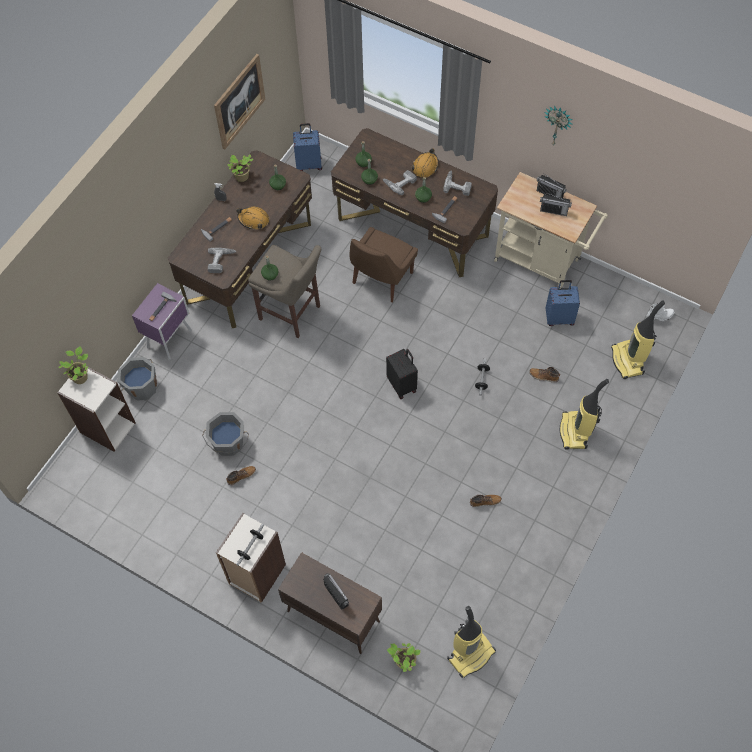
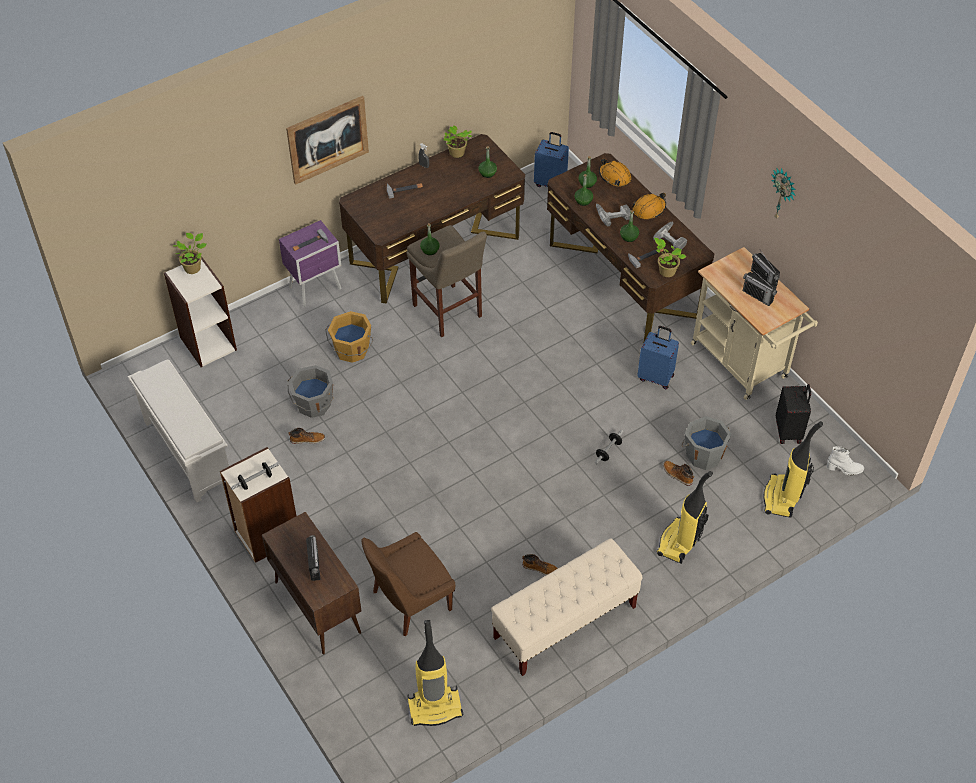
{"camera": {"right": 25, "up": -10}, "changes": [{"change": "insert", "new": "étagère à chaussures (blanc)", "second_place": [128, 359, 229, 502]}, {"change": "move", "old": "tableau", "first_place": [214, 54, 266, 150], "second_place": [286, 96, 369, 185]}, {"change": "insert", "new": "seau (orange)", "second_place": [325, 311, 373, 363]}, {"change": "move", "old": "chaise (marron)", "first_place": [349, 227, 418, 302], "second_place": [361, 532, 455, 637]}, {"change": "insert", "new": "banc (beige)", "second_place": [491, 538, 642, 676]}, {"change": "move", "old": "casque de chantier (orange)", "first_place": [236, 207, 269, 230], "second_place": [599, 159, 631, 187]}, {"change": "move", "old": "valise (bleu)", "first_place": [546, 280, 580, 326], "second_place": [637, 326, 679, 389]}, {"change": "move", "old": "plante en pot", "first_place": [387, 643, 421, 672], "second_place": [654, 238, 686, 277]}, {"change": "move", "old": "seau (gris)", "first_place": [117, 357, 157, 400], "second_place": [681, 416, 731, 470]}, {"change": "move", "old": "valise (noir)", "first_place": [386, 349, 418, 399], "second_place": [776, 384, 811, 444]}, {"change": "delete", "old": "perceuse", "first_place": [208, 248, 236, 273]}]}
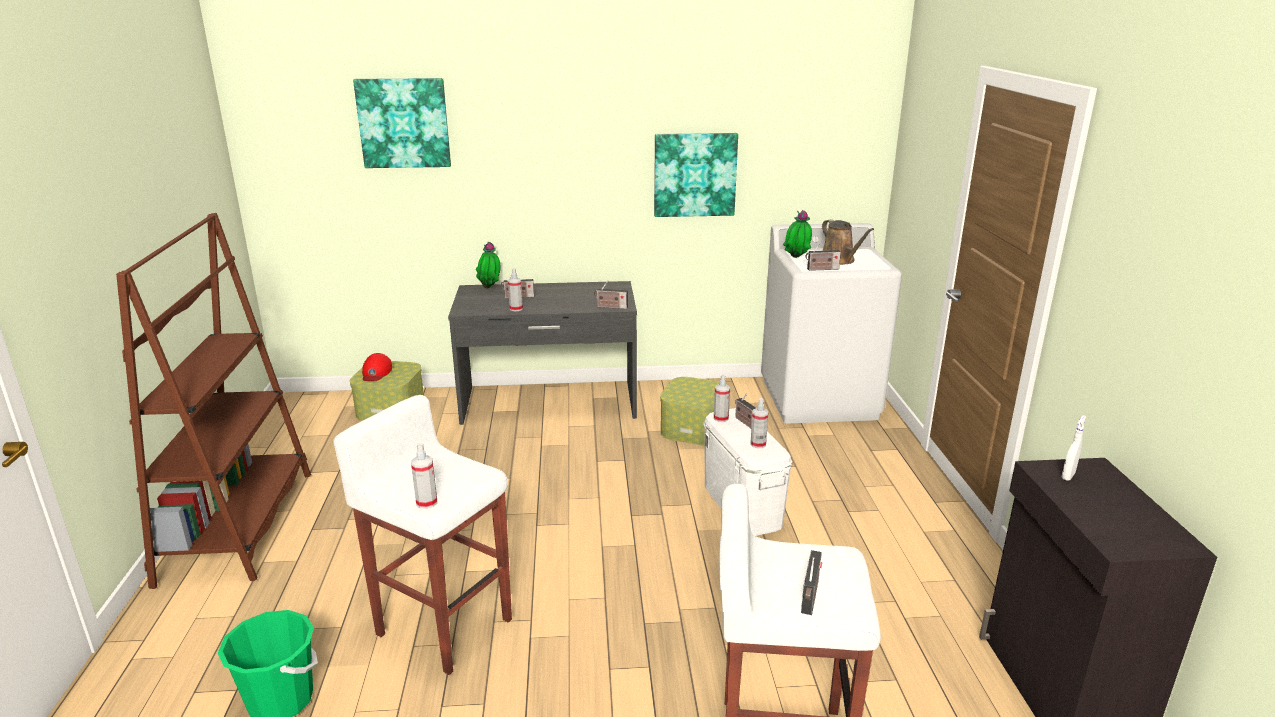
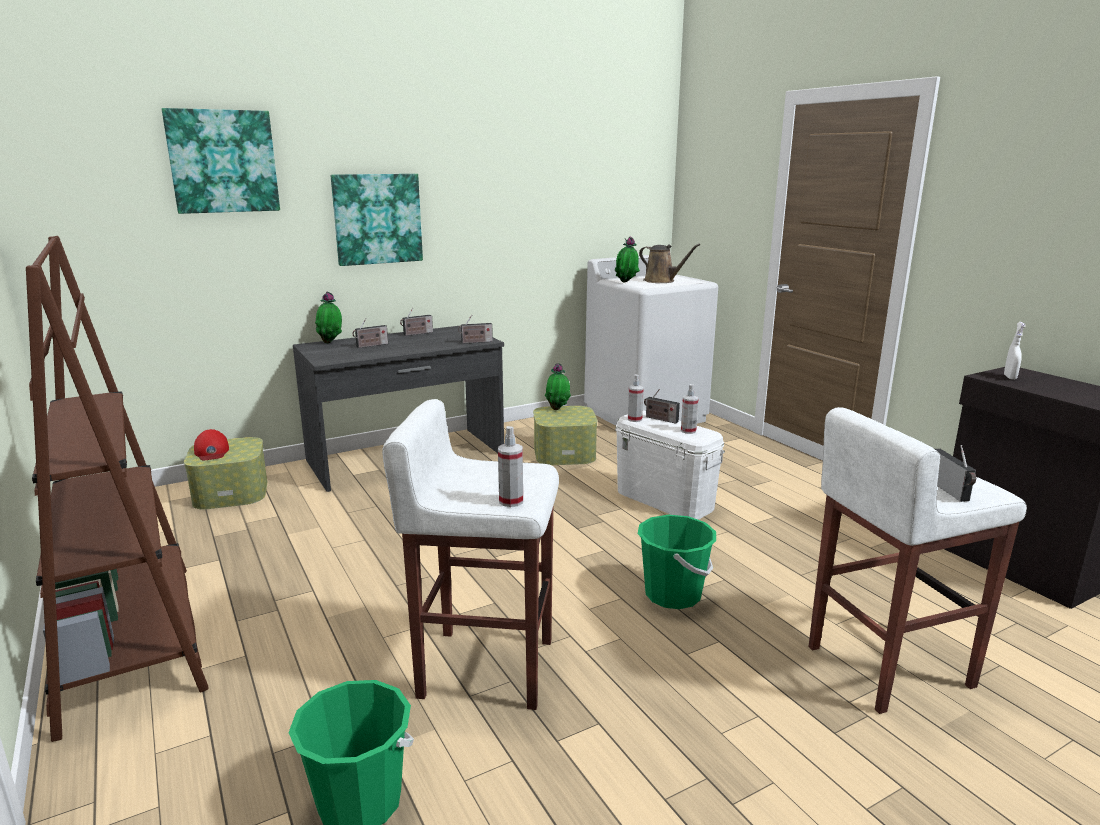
{"camera": {"right": -25, "up": -5}, "changes": [{"change": "move", "old": "tableau", "first_place": [654, 133, 738, 217], "second_place": [331, 174, 423, 266]}, {"change": "move", "old": "radio", "first_place": [806, 242, 841, 271], "second_place": [400, 308, 433, 336]}, {"change": "insert", "new": "plante en pot", "second_place": [545, 363, 571, 410]}, {"change": "insert", "new": "seau (vert)", "second_place": [638, 515, 716, 609]}, {"change": "delete", "old": "vaporisateur", "first_place": [508, 268, 523, 311]}]}
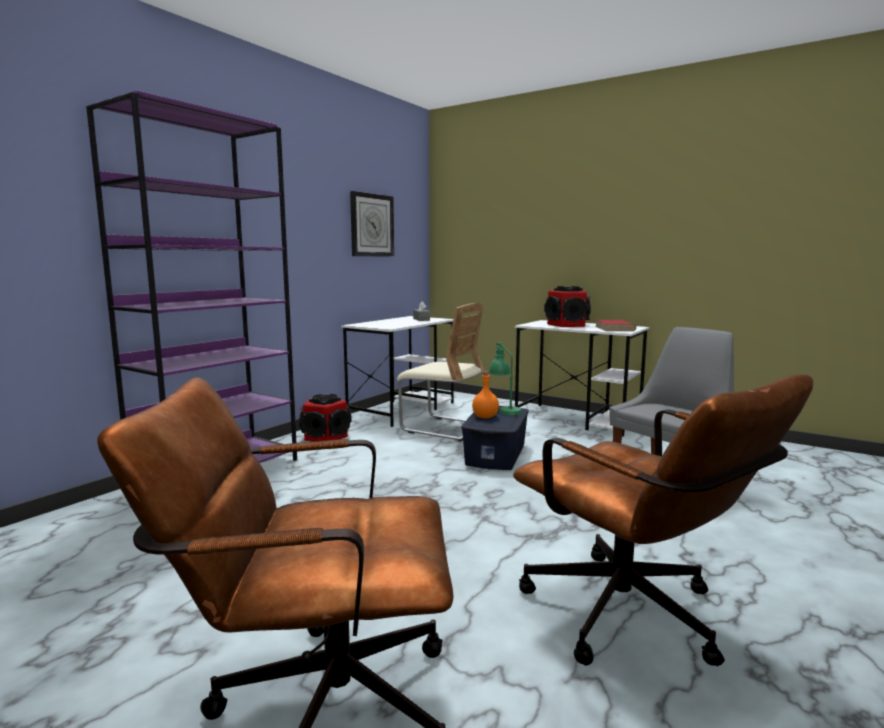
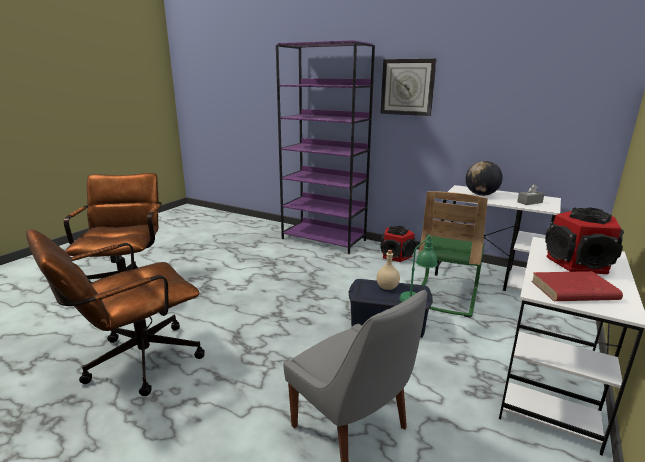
{"camera": {"right": 85, "up": 10}, "changes": [{"change": "recolor", "old": "bouteille (orange)", "new": "bouteille (beige)", "first_place": [472, 371, 499, 418], "second_place": [376, 250, 400, 290]}, {"change": "move", "old": "horloge murale", "first_place": [350, 191, 394, 256], "second_place": [380, 59, 437, 116]}, {"change": "recolor", "old": "chaise (beige)", "new": "chaise (vert)", "first_place": [397, 303, 484, 441], "second_place": [418, 191, 488, 318]}, {"change": "insert", "new": "globe", "second_place": [465, 161, 503, 196]}]}
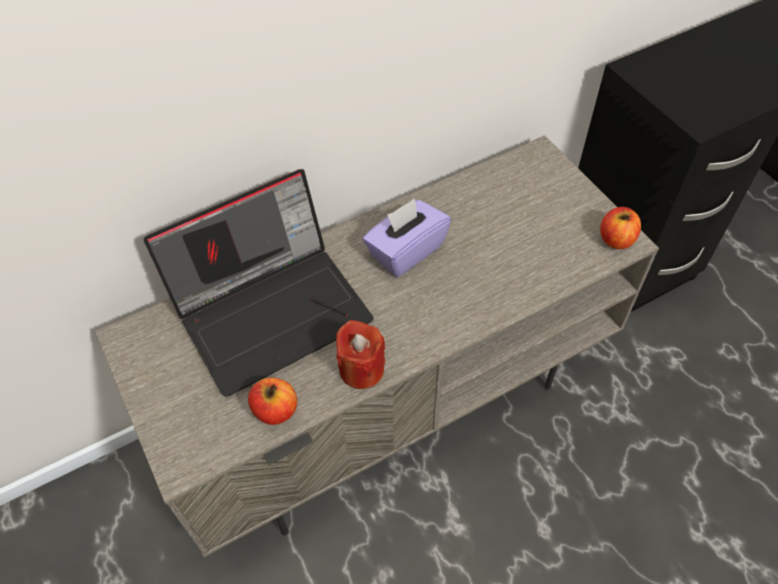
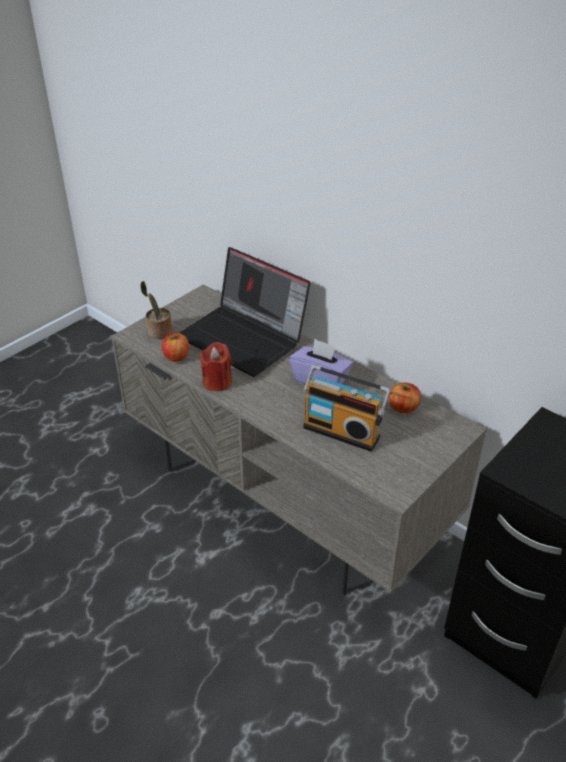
{"camera": {"right": 70, "up": -15}, "changes": [{"change": "insert", "new": "plante en pot", "second_place": [140, 281, 172, 339]}, {"change": "insert", "new": "radio", "second_place": [303, 365, 391, 452]}, {"change": "move", "old": "pomme", "first_place": [600, 207, 641, 249], "second_place": [389, 383, 421, 413]}]}
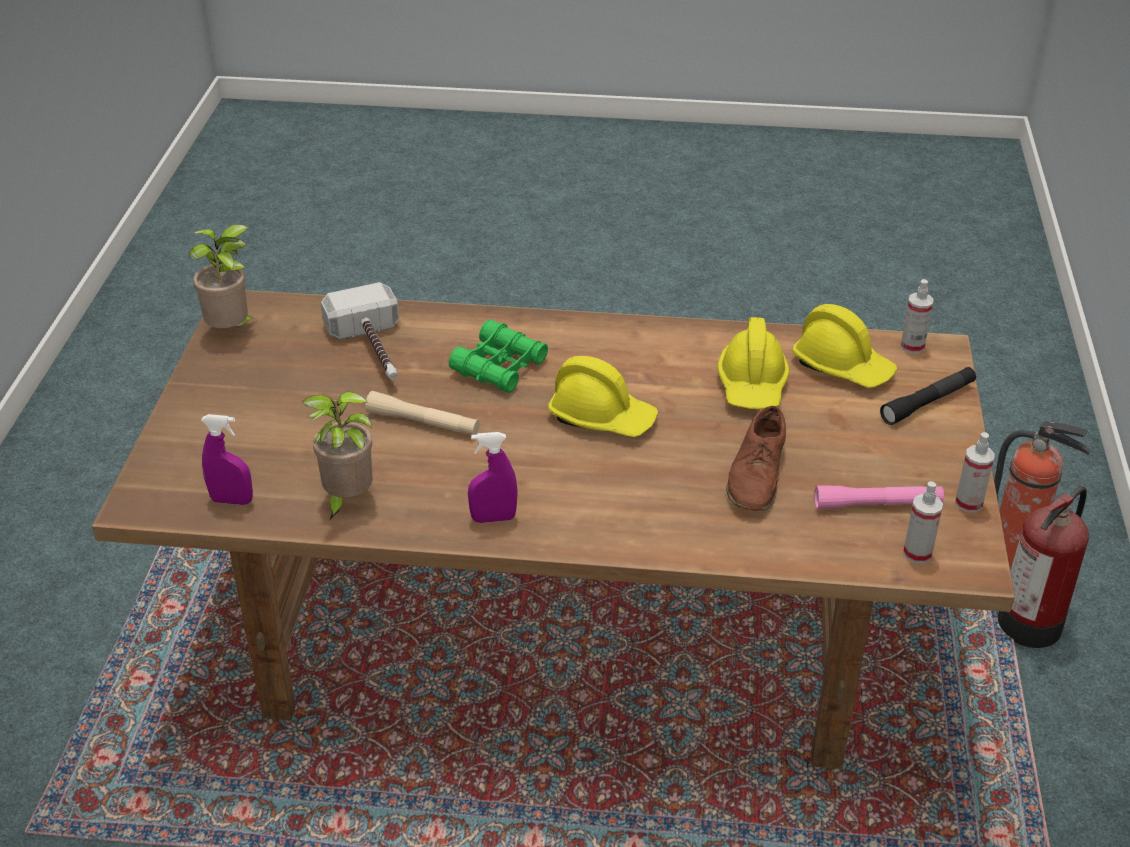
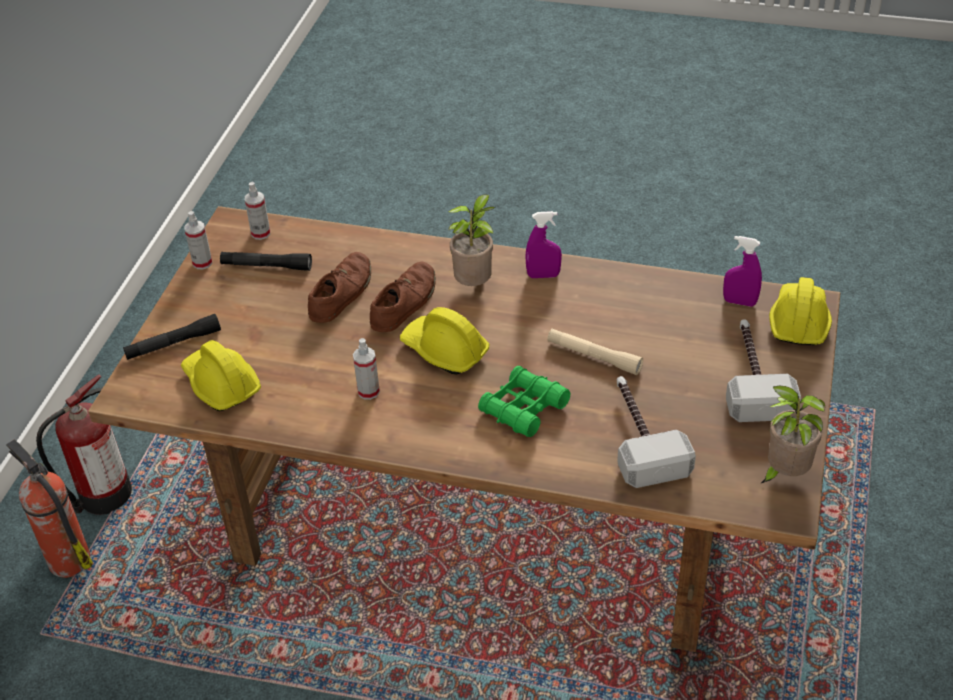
{"camera": {"right": -170, "up": 5}, "changes": [{"change": "recolor", "old": "lampe de poche (rose)", "new": "lampe de poche (noir)", "first_place": [815, 486, 944, 509], "second_place": [220, 252, 312, 271]}, {"change": "move", "old": "vaporisateur", "first_place": [901, 279, 934, 353], "second_place": [353, 338, 380, 400]}, {"change": "insert", "new": "chaussure (marron)", "second_place": [370, 262, 436, 332]}, {"change": "move", "old": "plante en pot", "first_place": [302, 392, 373, 521], "second_place": [448, 194, 495, 286]}, {"change": "insert", "new": "marteau", "second_place": [726, 319, 801, 422]}, {"change": "move", "old": "casque de chantier (jaune)", "first_place": [717, 317, 789, 409], "second_place": [769, 277, 832, 345]}]}
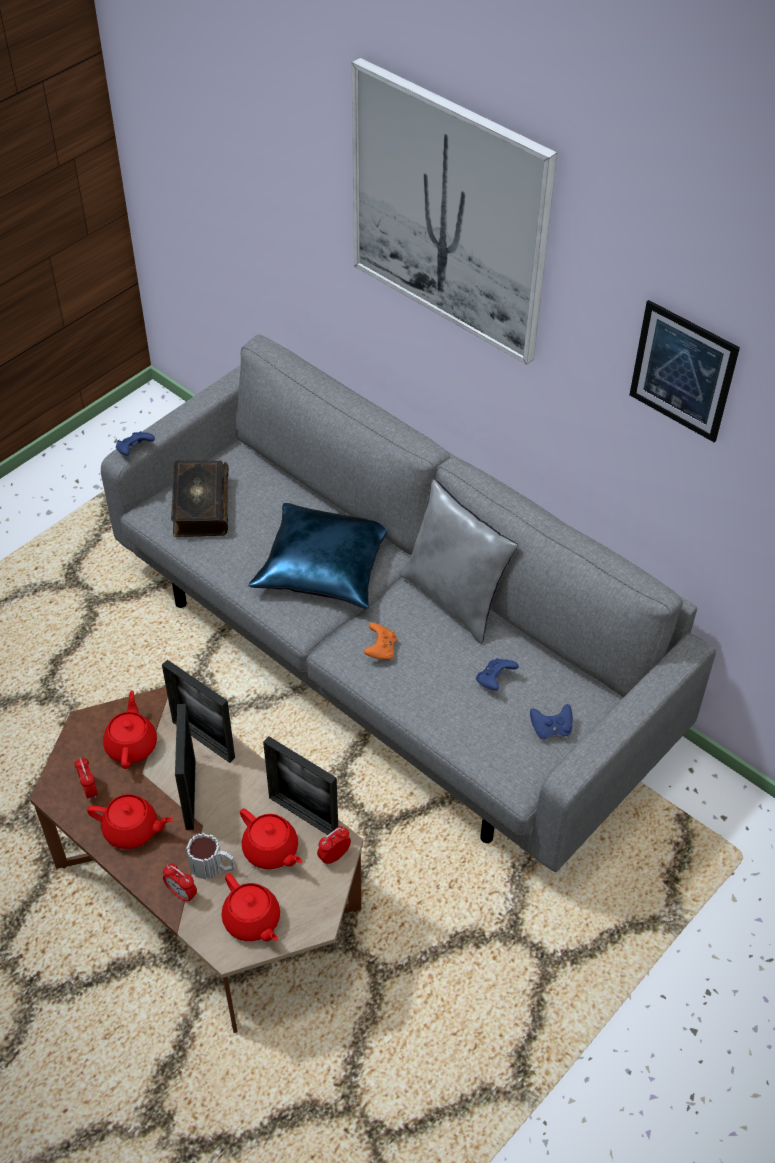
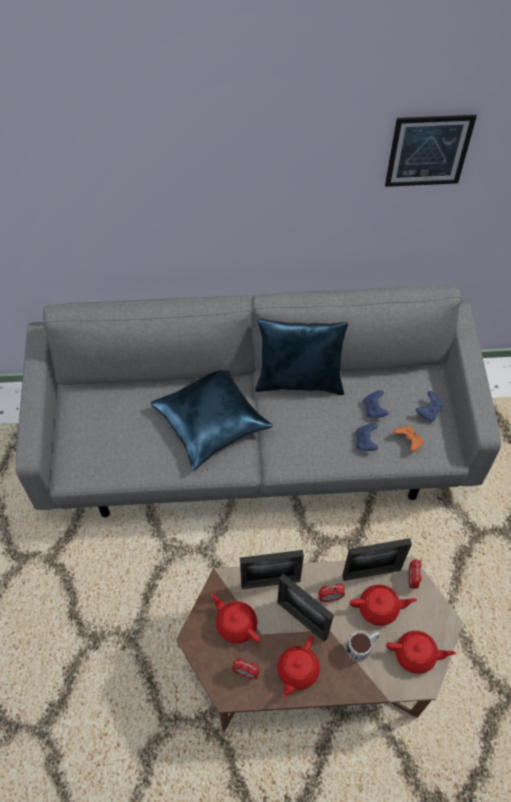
{"camera": {"right": -45, "up": 10}, "changes": [{"change": "recolor", "old": "coussin (gris)", "new": "coussin (bleu)", "first_place": [399, 479, 518, 644], "second_place": [255, 319, 348, 395]}, {"change": "rotate", "old": "théière (rouge)", "first_place": [87, 794, 173, 849], "second_place": [277, 636, 320, 698], "degrees": 150}, {"change": "move", "old": "réveil", "first_place": [163, 864, 197, 903], "second_place": [318, 583, 345, 602]}, {"change": "move", "old": "manette (bleu)", "first_place": [116, 431, 155, 456], "second_place": [356, 424, 378, 451]}, {"change": "move", "old": "manette (orange)", "first_place": [364, 622, 397, 660], "second_place": [393, 425, 424, 452]}, {"change": "delete", "old": "livre", "first_place": [171, 460, 229, 537]}, {"change": "delete", "old": "tableau", "first_place": [352, 58, 557, 365]}]}
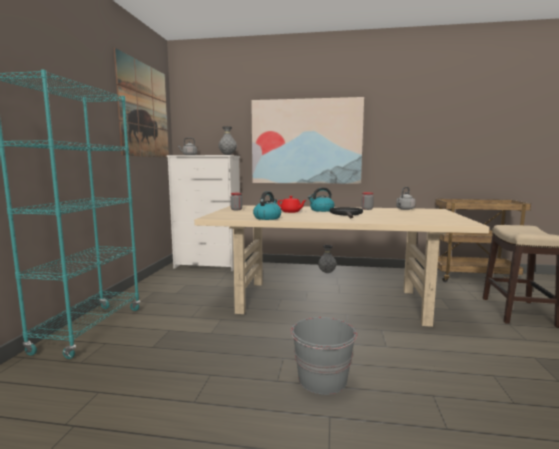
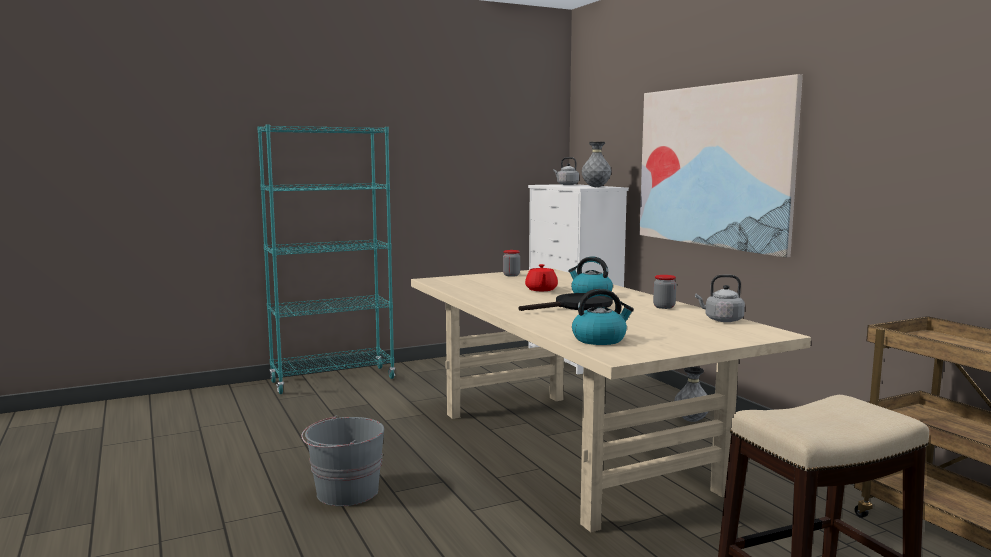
{"camera": {"right": 55, "up": 0}, "changes": [{"change": "move", "old": "bouilloire", "first_place": [253, 191, 282, 220], "second_place": [572, 289, 634, 345]}, {"change": "delete", "old": "tableau", "first_place": [114, 48, 169, 158]}]}
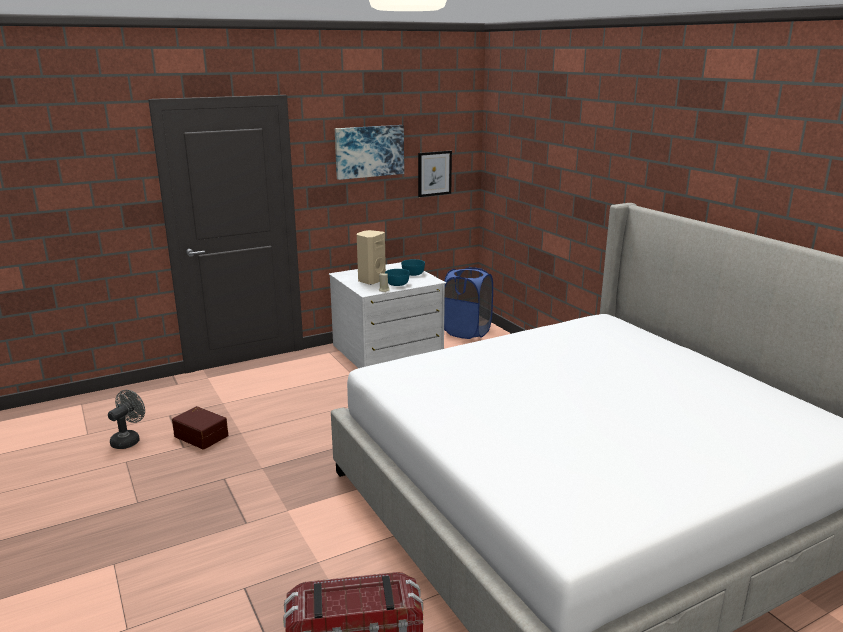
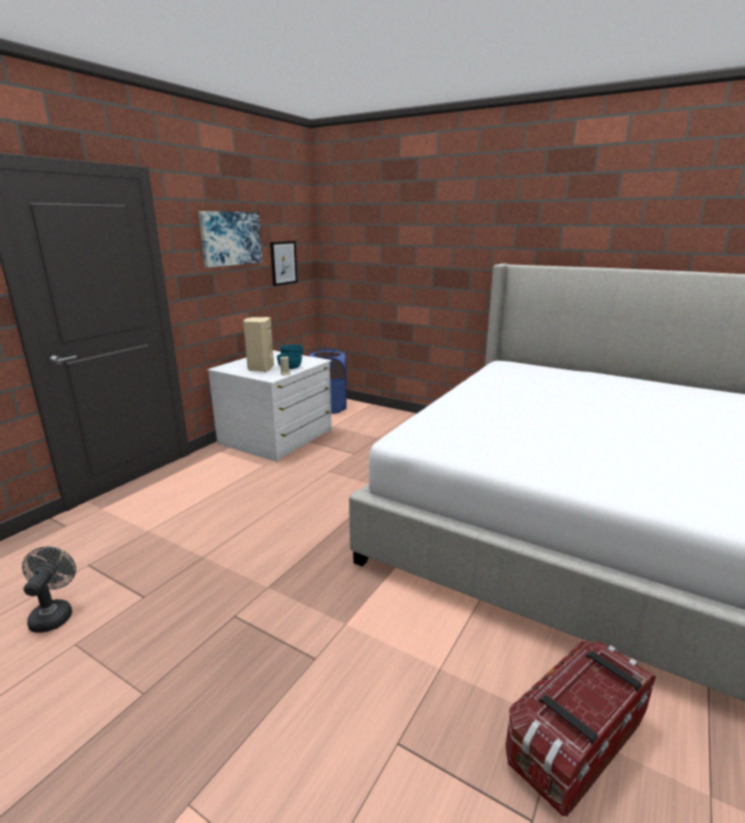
{"camera": {"right": -30, "up": 0}, "changes": [{"change": "delete", "old": "boîte de rangement (marron)", "first_place": [172, 406, 228, 450]}]}
